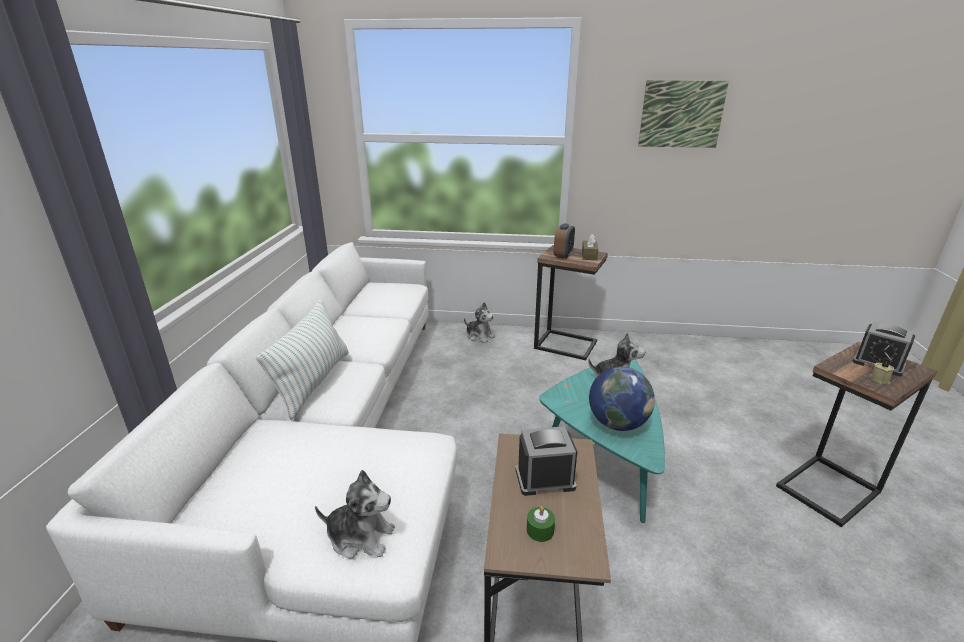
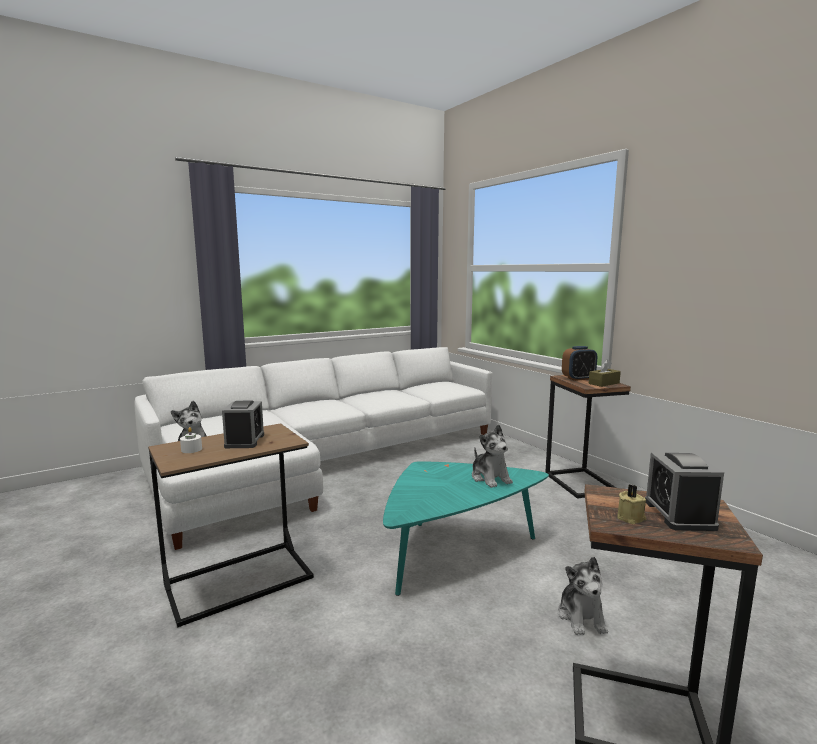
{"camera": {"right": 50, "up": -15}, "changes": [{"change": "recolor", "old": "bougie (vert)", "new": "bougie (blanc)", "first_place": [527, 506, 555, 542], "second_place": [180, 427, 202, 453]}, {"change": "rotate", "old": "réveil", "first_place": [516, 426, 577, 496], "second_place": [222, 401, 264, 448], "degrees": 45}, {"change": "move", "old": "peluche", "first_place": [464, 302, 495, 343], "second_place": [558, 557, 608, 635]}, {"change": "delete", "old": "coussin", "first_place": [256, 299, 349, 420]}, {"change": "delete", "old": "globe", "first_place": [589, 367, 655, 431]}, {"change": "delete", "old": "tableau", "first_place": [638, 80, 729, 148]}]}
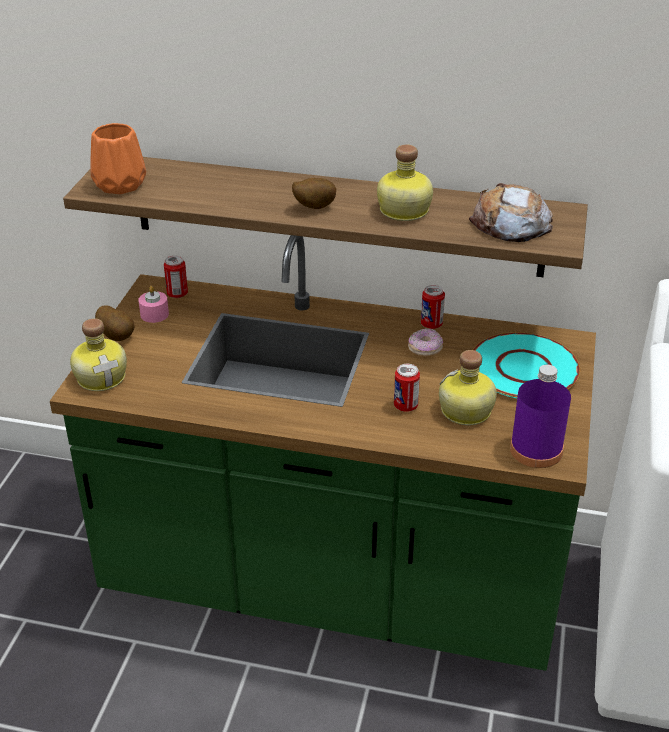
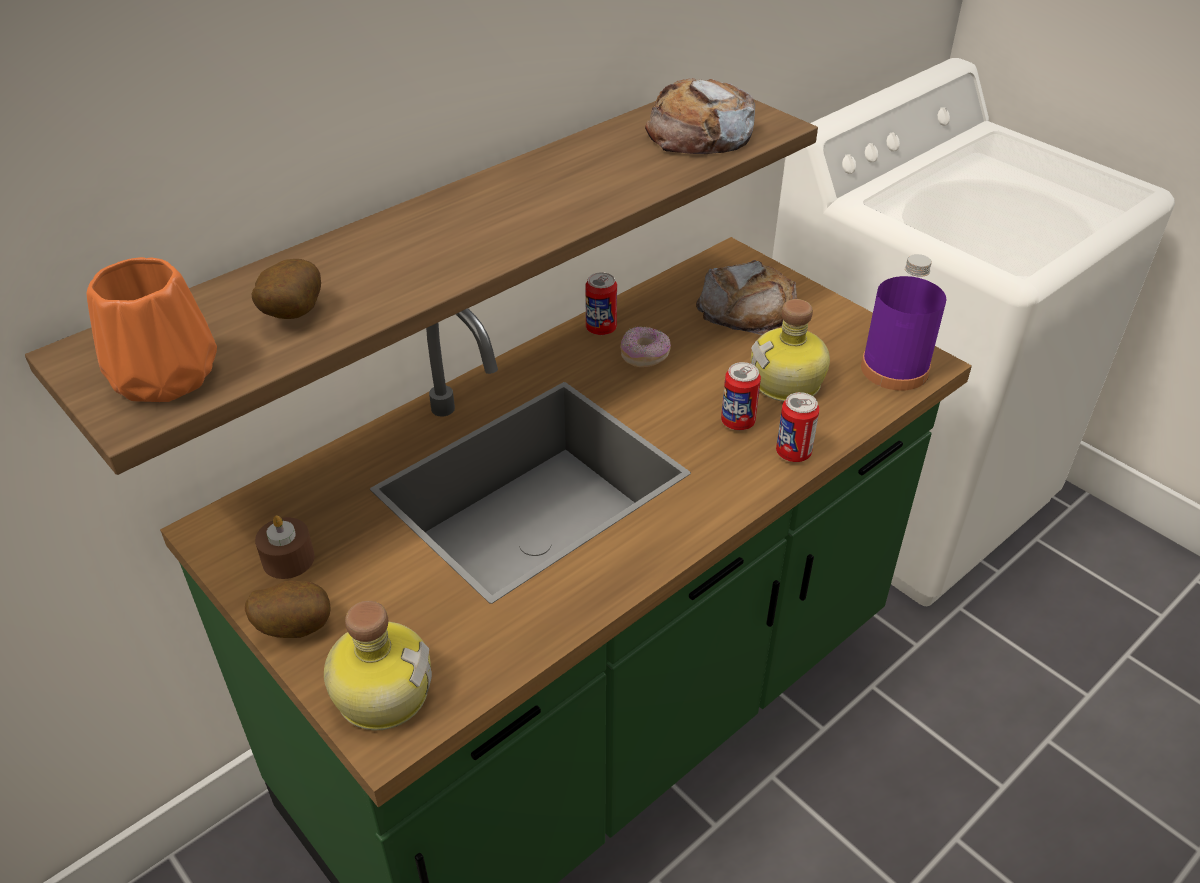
{"camera": {"right": -55, "up": 5}, "changes": [{"change": "move", "old": "pomme de terre", "first_place": [292, 178, 336, 209], "second_place": [251, 259, 321, 319]}, {"change": "recolor", "old": "bougie (rose)", "new": "bougie (marron)", "first_place": [138, 286, 169, 323], "second_place": [255, 515, 315, 579]}, {"change": "replace", "old": "assiette (turquoise)", "new": "pain", "first_place": [473, 332, 580, 398], "second_place": [696, 260, 797, 335]}, {"change": "move", "old": "boîte métallique", "first_place": [164, 256, 188, 298], "second_place": [776, 392, 820, 462]}, {"change": "delete", "old": "bouteille", "first_place": [377, 145, 433, 221]}]}
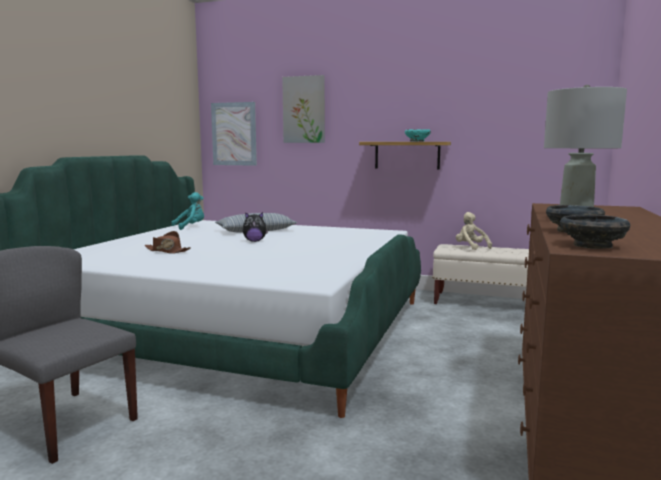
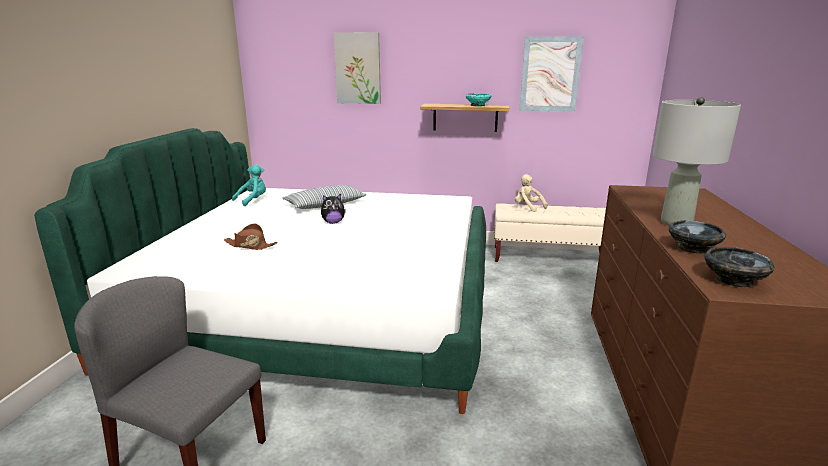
{"camera": {"right": -10, "up": 10}, "changes": [{"change": "move", "old": "tableau", "first_place": [211, 102, 257, 166], "second_place": [519, 36, 584, 112]}]}
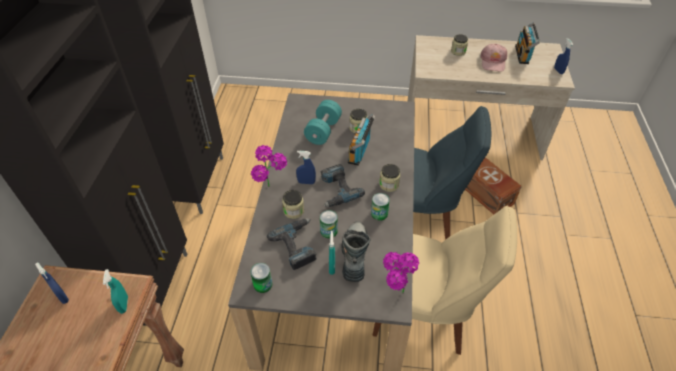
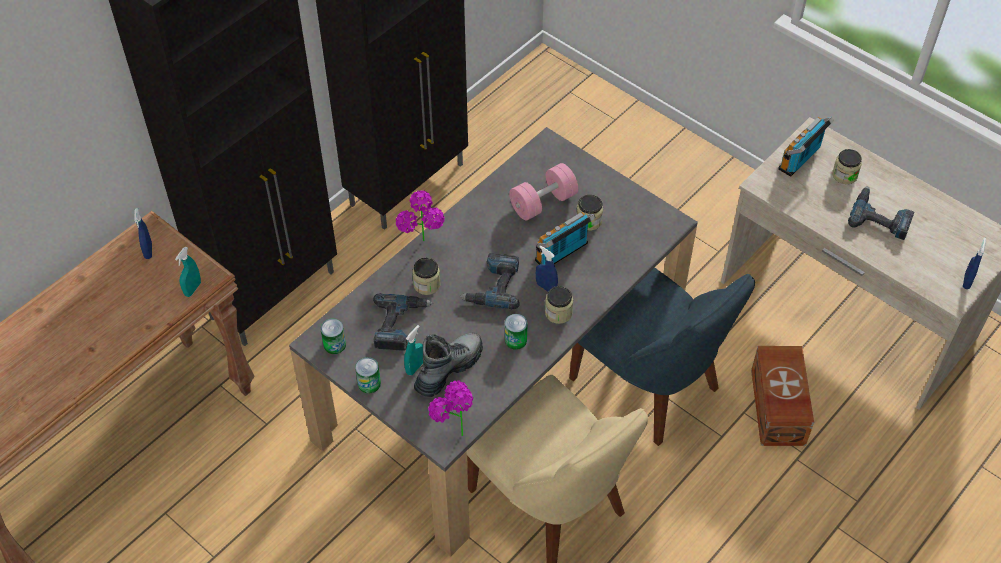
{"camera": {"right": 35, "up": 5}, "changes": [{"change": "move", "old": "boîte métallique", "first_place": [320, 210, 338, 238], "second_place": [355, 357, 381, 394]}, {"change": "recolor", "old": "haltère (turquoise)", "new": "haltère (rose)", "first_place": [304, 100, 342, 145], "second_place": [509, 163, 578, 220]}, {"change": "move", "old": "vaporisateur (bleu)", "first_place": [296, 151, 316, 184], "second_place": [536, 245, 558, 292]}, {"change": "move", "old": "radio", "first_place": [515, 22, 540, 64], "second_place": [778, 117, 834, 177]}, {"change": "replace", "old": "casquette (rose)", "new": "perceuse", "first_place": [480, 44, 507, 72], "second_place": [848, 186, 914, 240]}]}
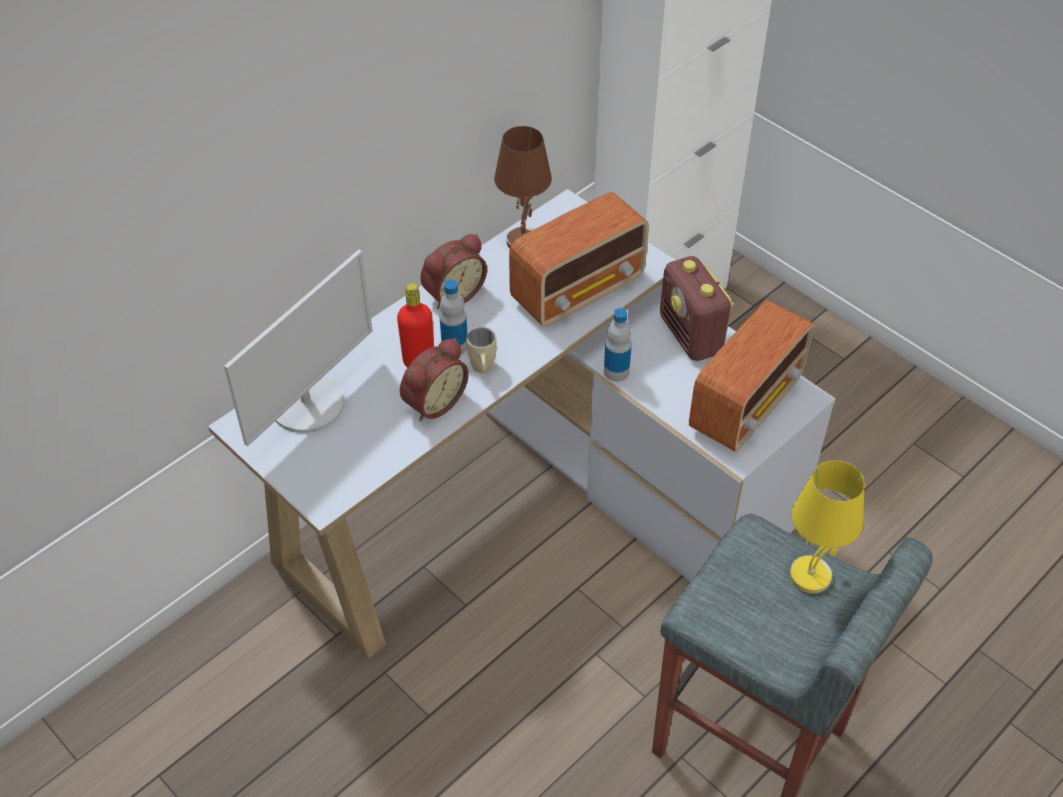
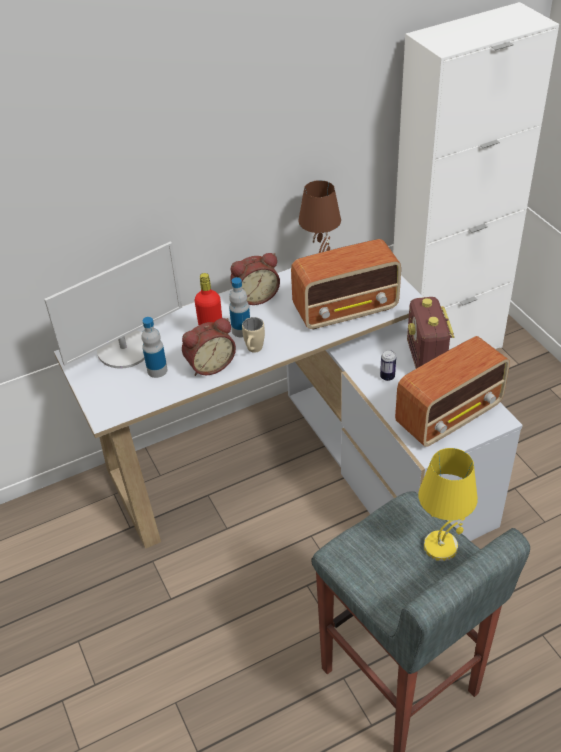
{"camera": {"right": 20, "up": -5}, "changes": [{"change": "move", "old": "bouteille", "first_place": [604, 308, 632, 382], "second_place": [141, 317, 168, 378]}, {"change": "insert", "new": "boîte métallique", "second_place": [380, 350, 396, 381]}]}
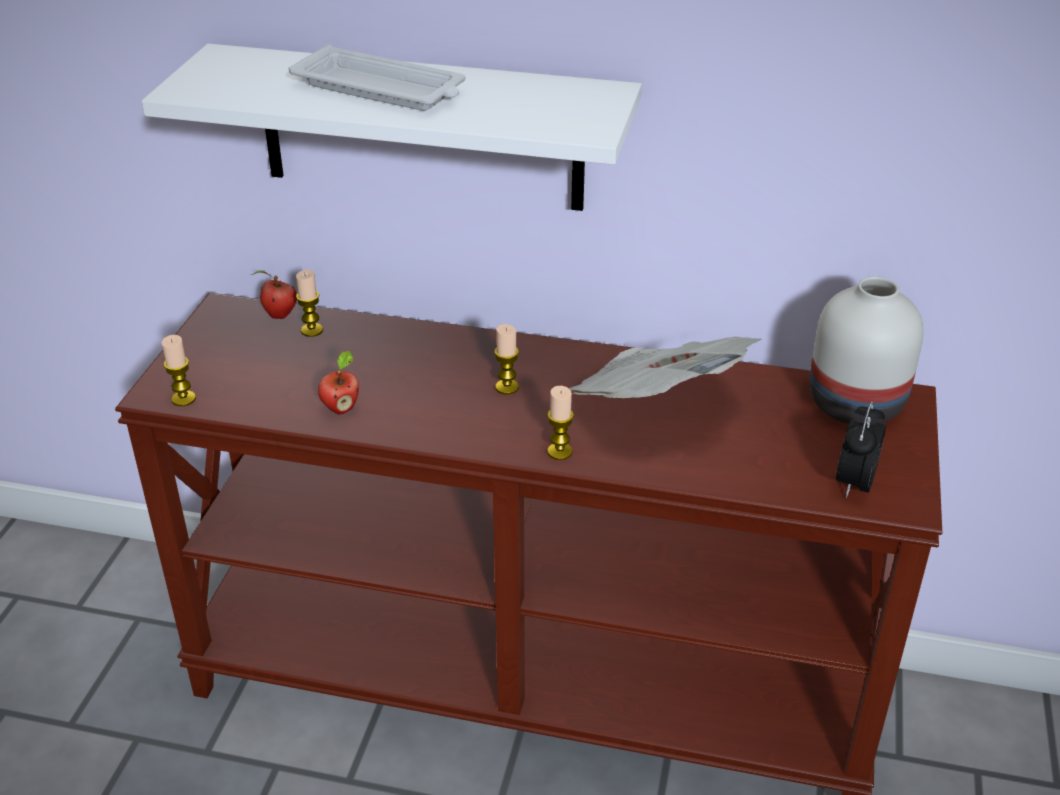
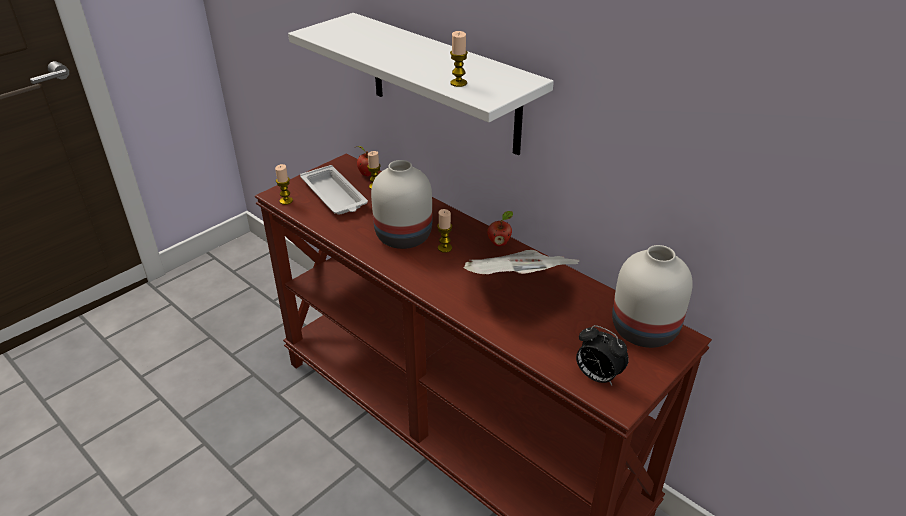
{"camera": {"right": 30, "up": 0}, "changes": [{"change": "move", "old": "plateau (blanc)", "first_place": [289, 44, 465, 111], "second_place": [300, 165, 368, 215]}, {"change": "insert", "new": "vase (blanc)", "second_place": [371, 160, 432, 249]}, {"change": "move", "old": "bougie", "first_place": [547, 386, 574, 460], "second_place": [450, 31, 468, 87]}, {"change": "move", "old": "pomme", "first_place": [318, 351, 359, 414], "second_place": [487, 211, 513, 246]}, {"change": "rotate", "old": "réveil", "first_place": [836, 401, 886, 498], "second_place": [576, 325, 629, 386], "degrees": -105}]}
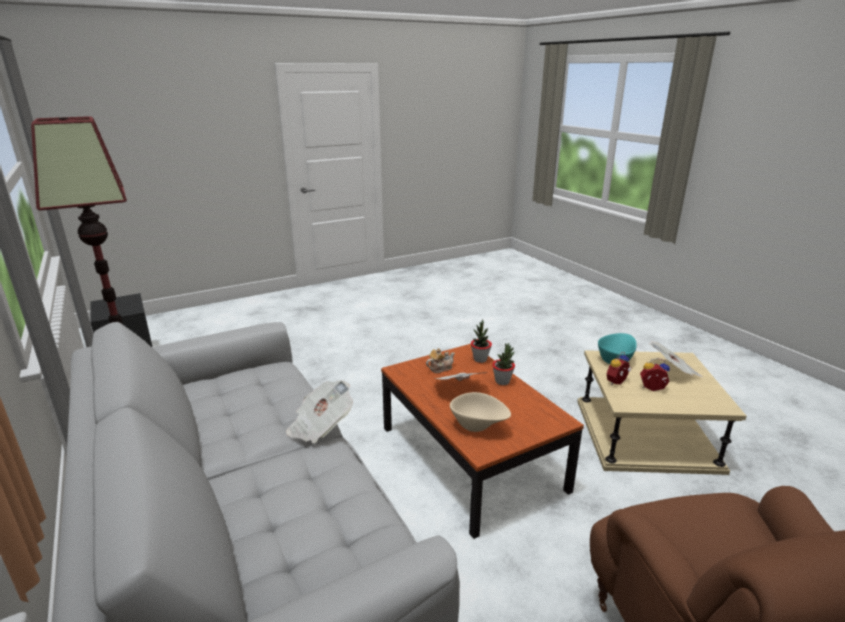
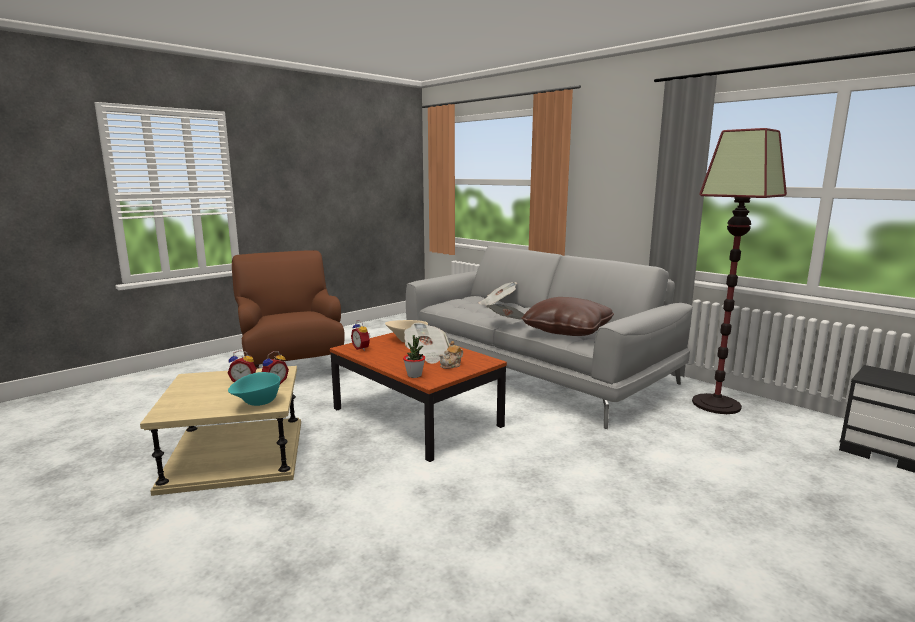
{"camera": {"right": 165, "up": -10}, "changes": [{"change": "insert", "new": "réveil", "second_place": [351, 320, 370, 351]}, {"change": "move", "old": "journal", "first_place": [650, 341, 703, 377], "second_place": [478, 282, 517, 305]}, {"change": "insert", "new": "coussin (marron)", "second_place": [521, 297, 614, 336]}, {"change": "delete", "old": "plante en pot", "first_place": [492, 343, 515, 385]}]}
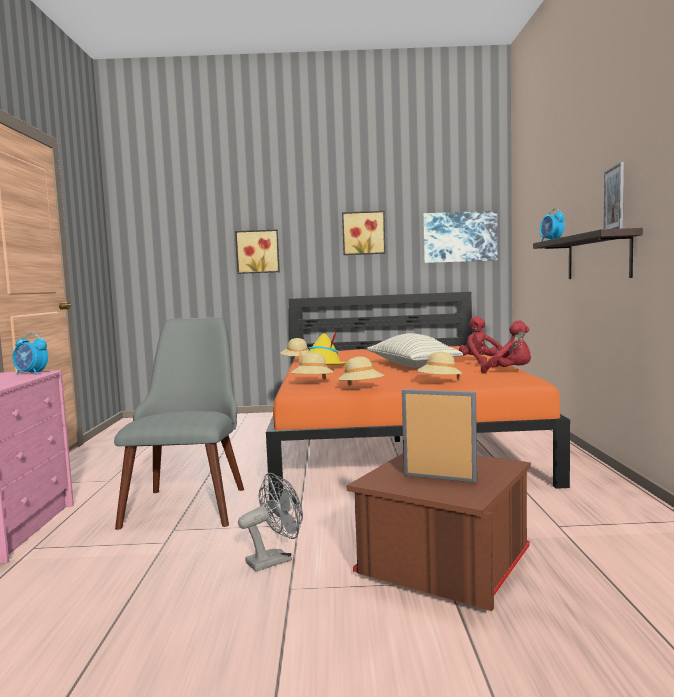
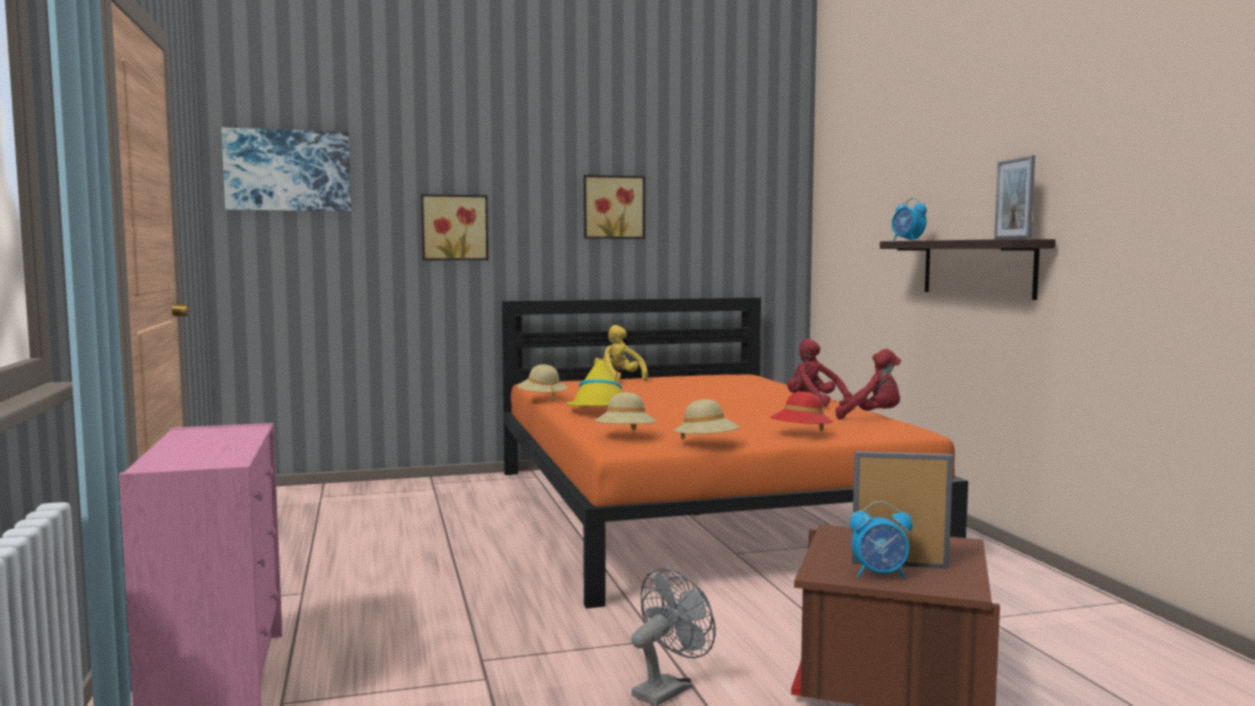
{"camera": {"right": -15, "up": 0}, "changes": [{"change": "move", "old": "tableau", "first_place": [423, 211, 497, 263], "second_place": [221, 128, 351, 211]}, {"change": "insert", "new": "peluche (jaune)", "second_place": [594, 325, 648, 381]}, {"change": "recolor", "old": "chapeau (beige)", "new": "chapeau (rouge)", "first_place": [416, 352, 462, 381], "second_place": [770, 392, 834, 431]}, {"change": "move", "old": "réveil", "first_place": [12, 332, 48, 375], "second_place": [850, 501, 913, 579]}, {"change": "delete", "old": "chaise (gris)", "first_place": [114, 317, 244, 530]}, {"change": "delete", "old": "coussin", "first_place": [367, 333, 463, 367]}]}
